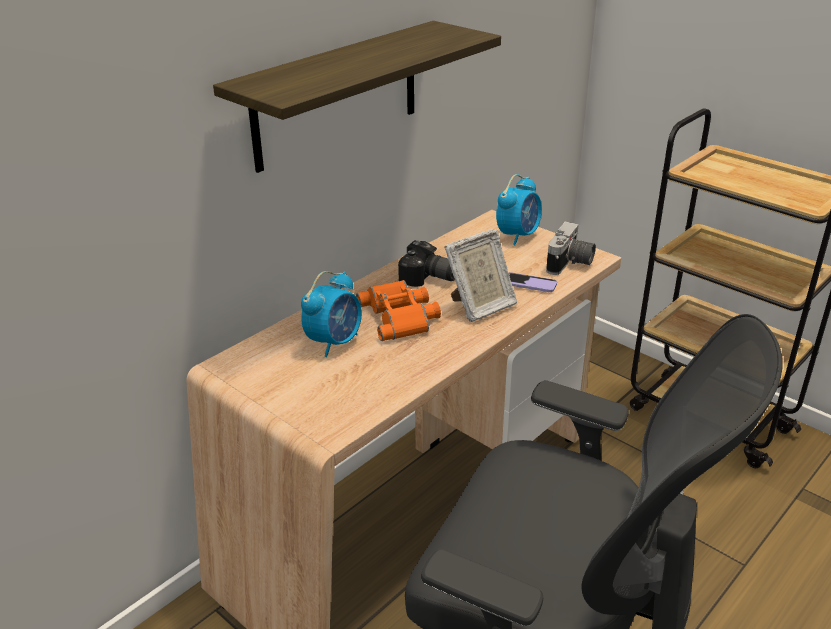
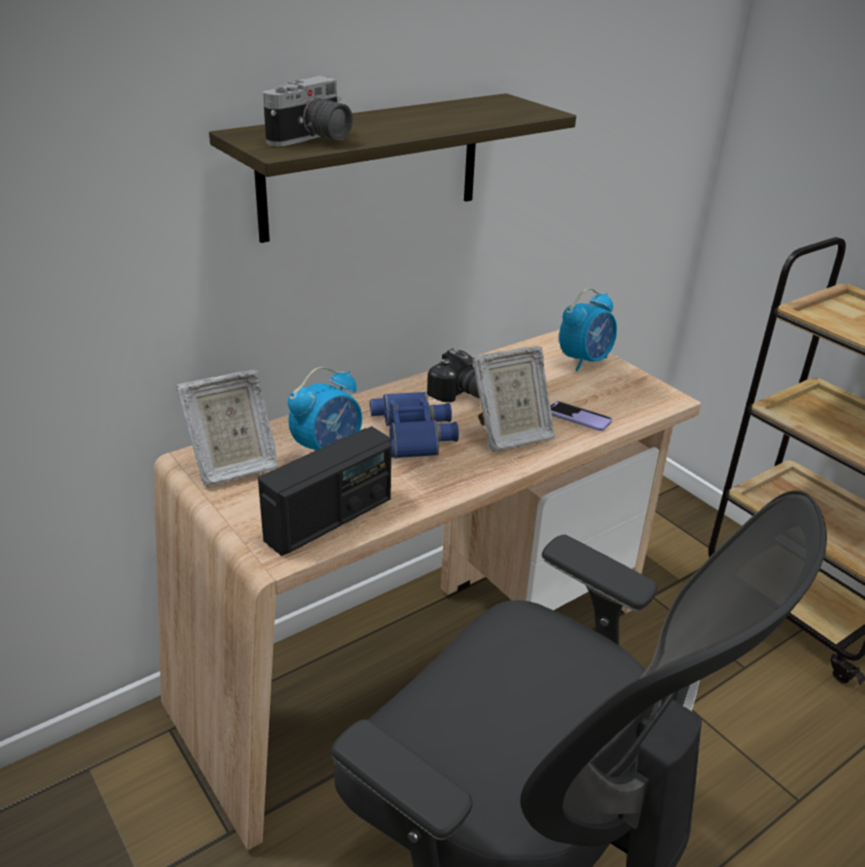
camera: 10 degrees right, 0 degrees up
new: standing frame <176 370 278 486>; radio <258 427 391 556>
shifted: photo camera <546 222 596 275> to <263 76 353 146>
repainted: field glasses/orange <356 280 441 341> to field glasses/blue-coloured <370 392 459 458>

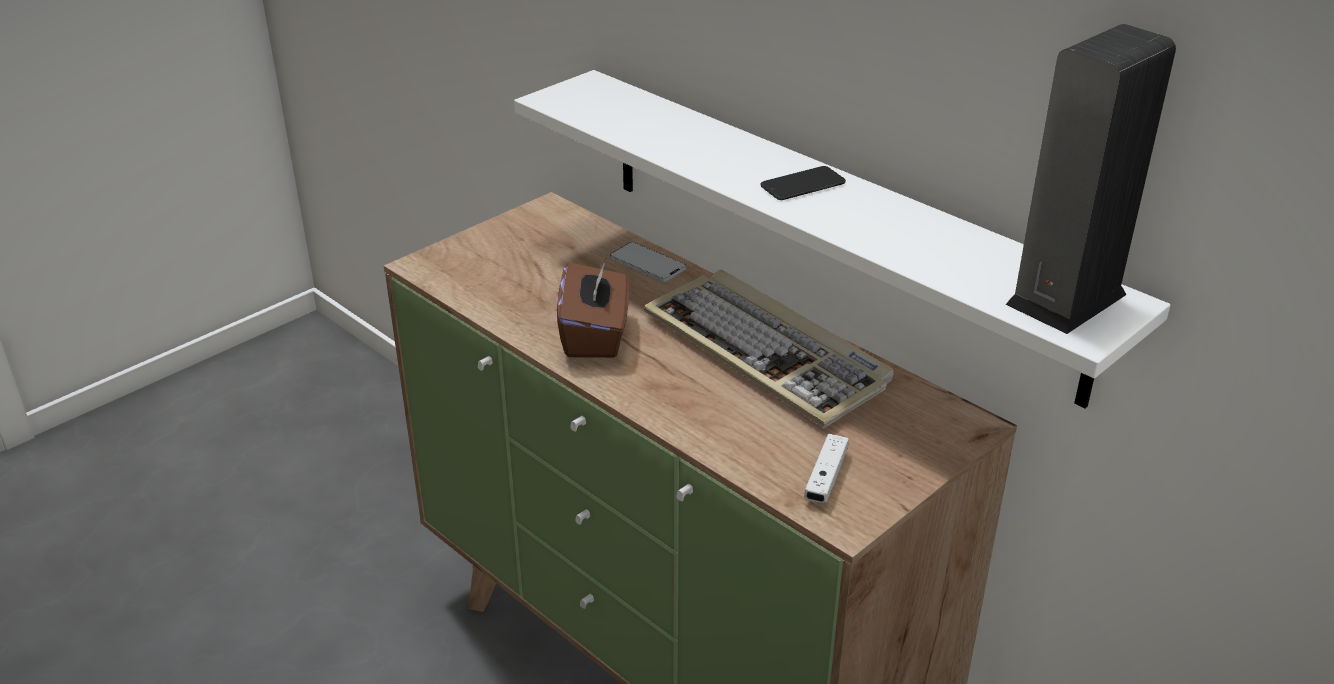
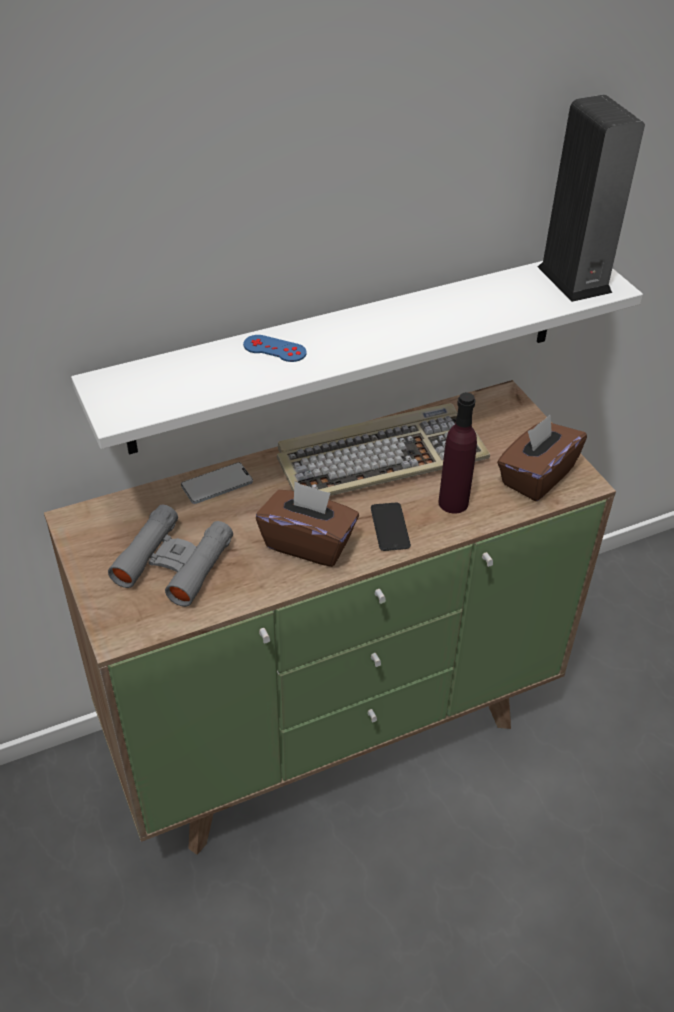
camera: 70 degrees left, 10 degrees up
new: field glasses/greyish <108 505 233 607>; joypad/blue-coloured <243 335 307 362>; drink bottle/purple <438 392 477 514>
shifted: handset <760 166 846 200> to <371 503 411 551>
swapped: joypad/white <804 434 849 503> to tissue holder/brownish <497 415 587 501>

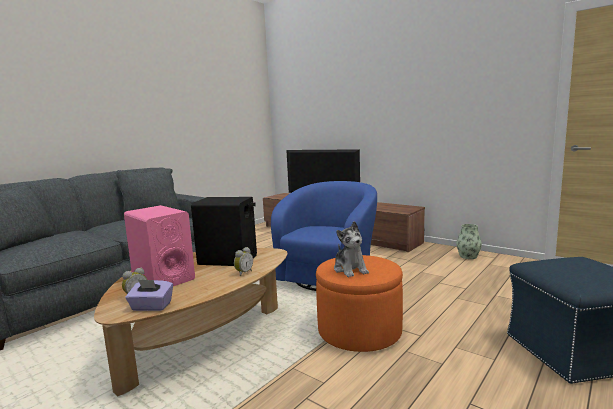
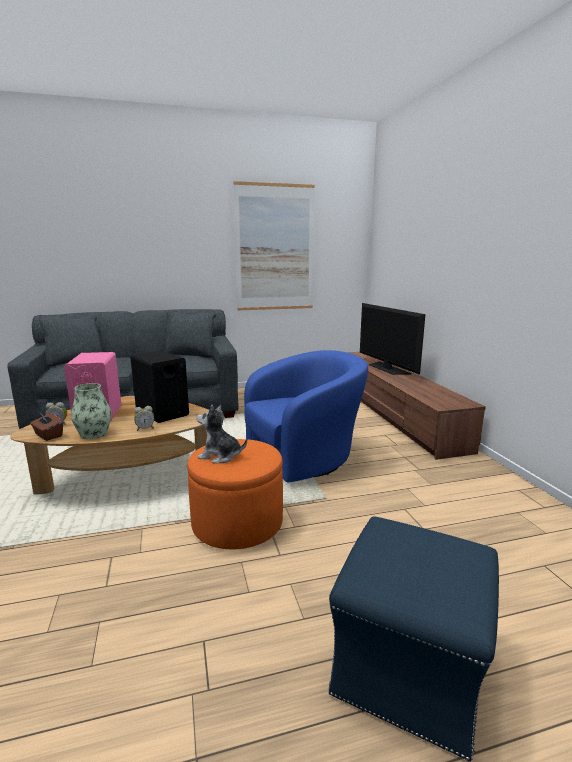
camera: 35 degrees right, 5 degrees up
new: wall picture <233 181 315 310>
shifted: flower vase <456 224 482 259> to <71 383 111 439>
repainted: tissue holder/purple <125 280 173 311> to tissue holder/brownish <30 413 63 441>
rotated: soft toy <334 221 369 277> = <197 404 247 463> 90 degrees clockwise

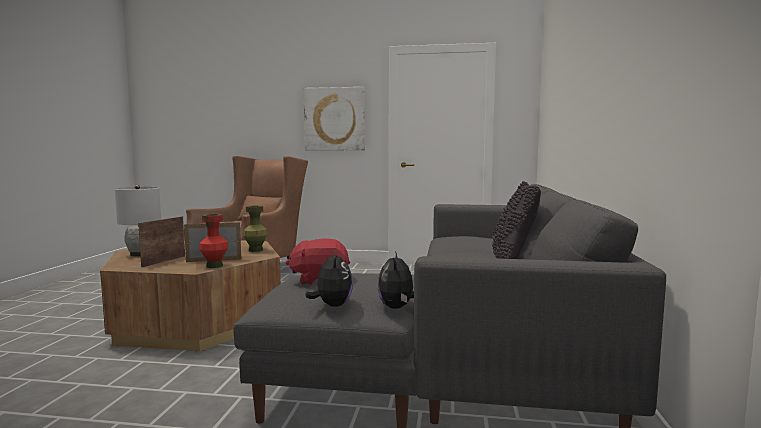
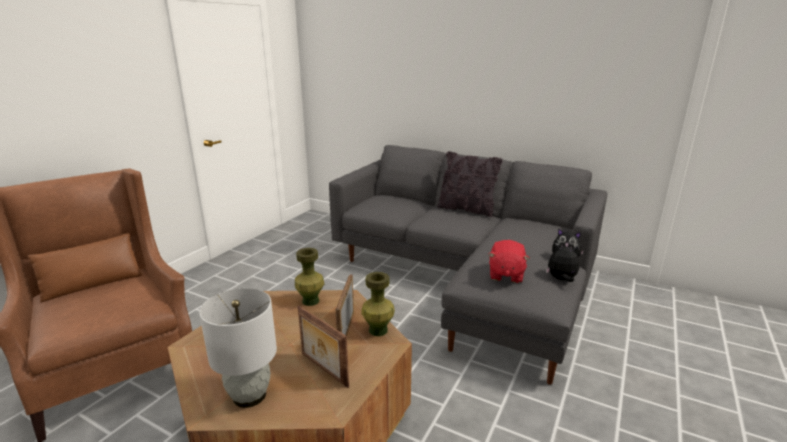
camera: 70 degrees left, 15 degrees up
gone: wall picture <304 87 365 150>
repainted: flower vase/red-coloured <199 214 228 268> to flower vase/green <361 272 395 336>

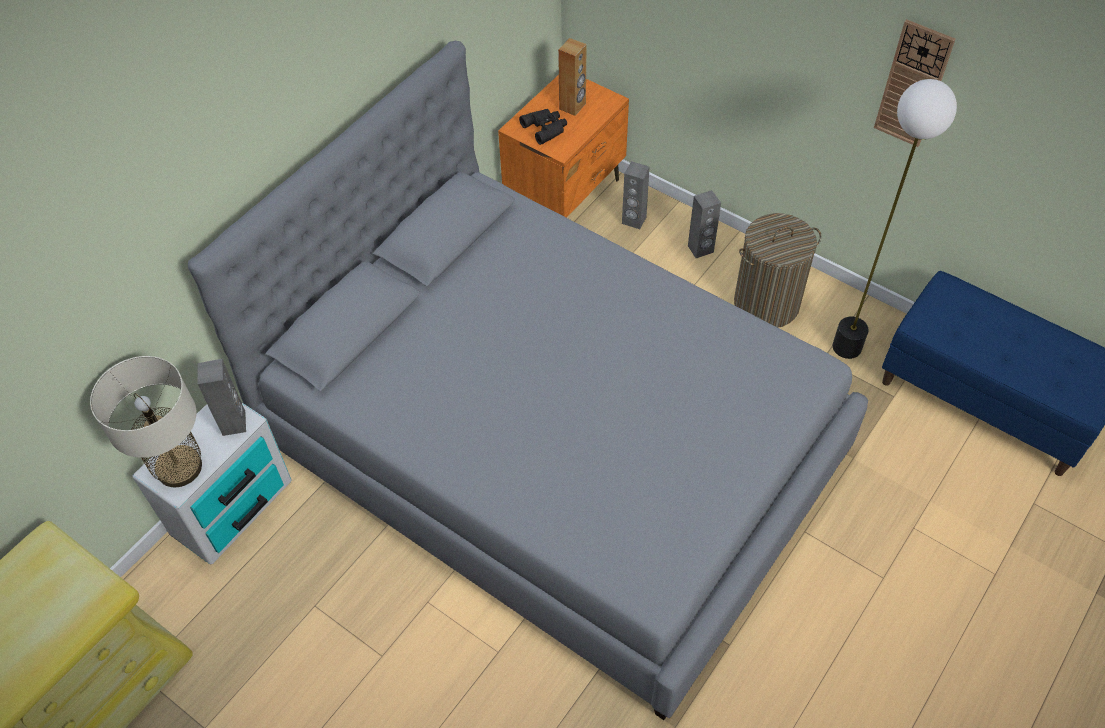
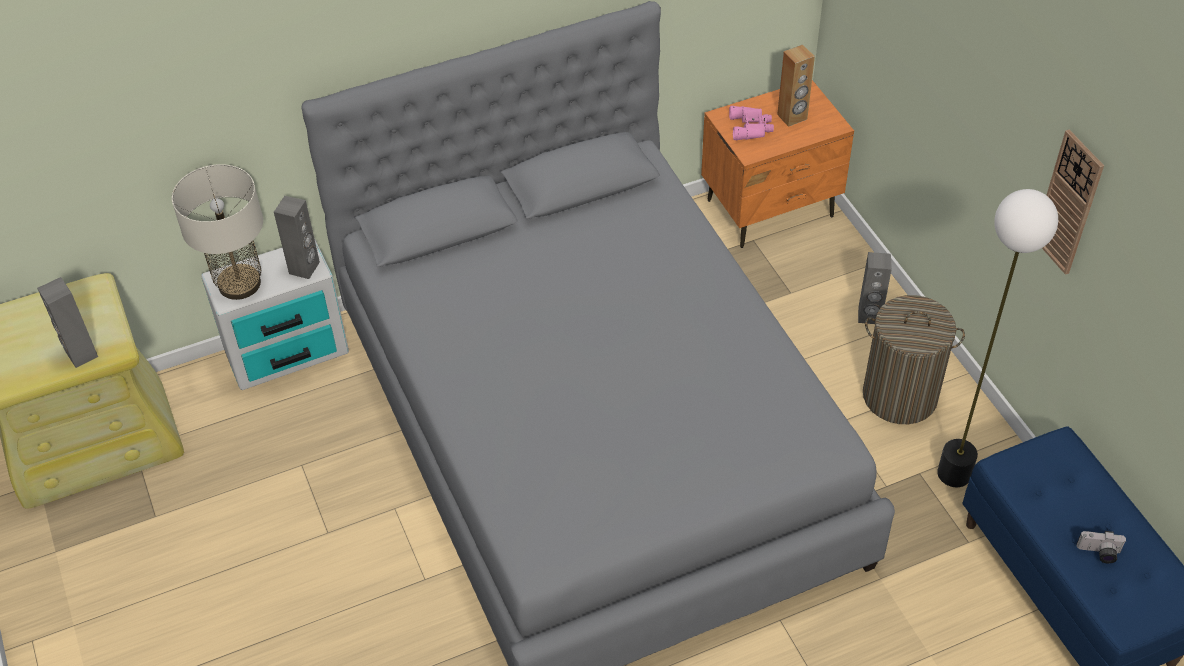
camera: 30 degrees right, 5 degrees down
new: photo camera <1076 531 1127 564>
shifted: speaker/greyish <622 161 650 229> to <37 277 98 368>
repainted: field glasses/black-coloured <519 109 567 145> to field glasses/pink-coloured <729 106 774 140>

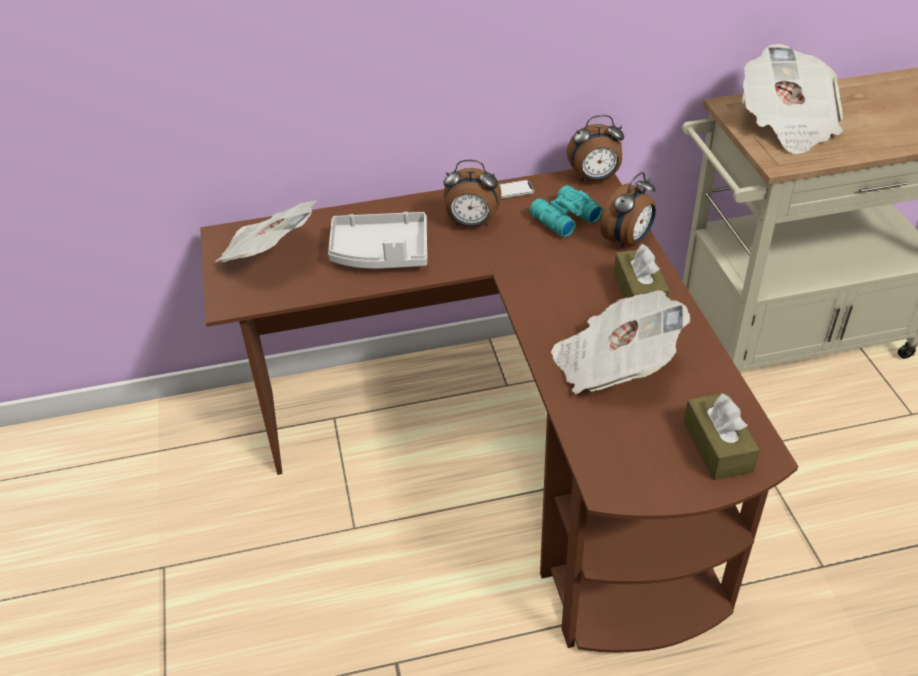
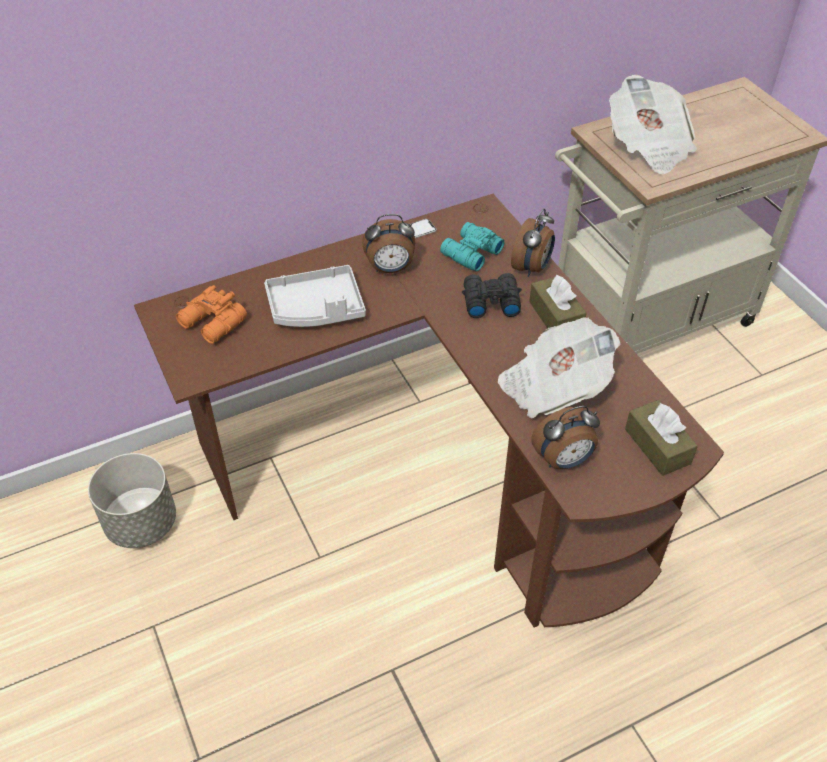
camera: 15 degrees left, 5 degrees up
new: flower pot/greyish <88 453 176 548>; field glasses/black-coloured <462 273 522 318>
shifted: table clock <567 115 624 182> to <531 406 600 469>
swapped: printed paper <215 200 317 262> to field glasses/orange <176 285 247 344>

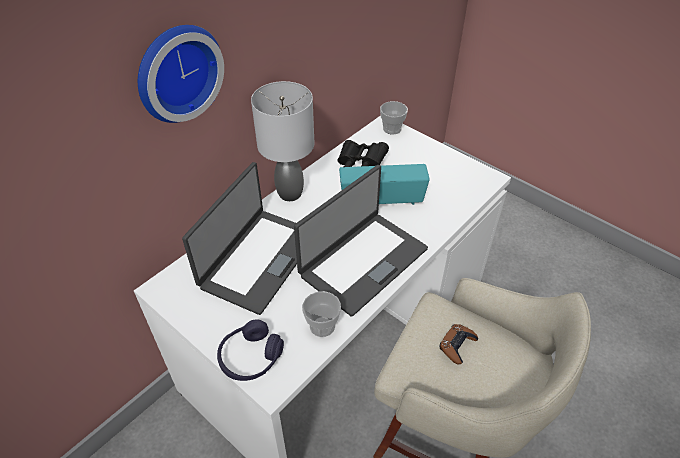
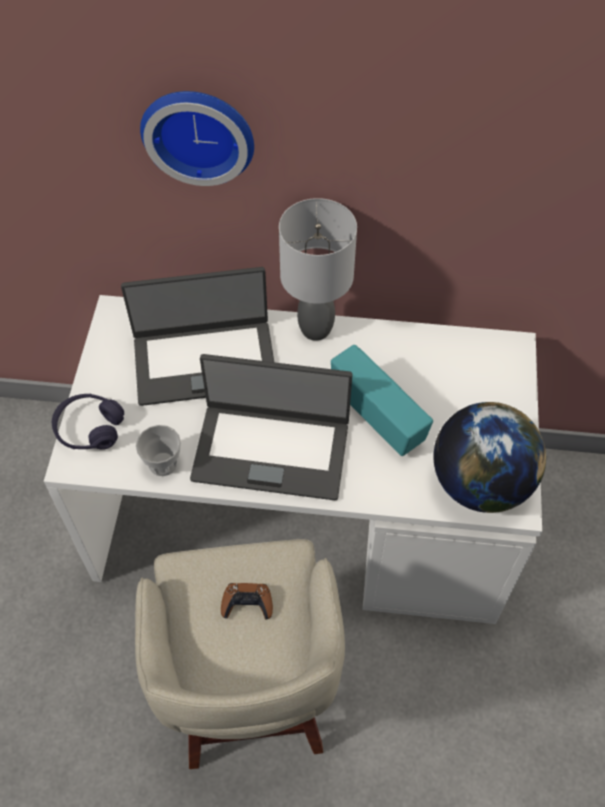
camera: 55 degrees right, 10 degrees up
gone: field glasses/black-coloured <337 140 389 167>; cup <380 101 408 135>
new: world globe <433 402 546 513>

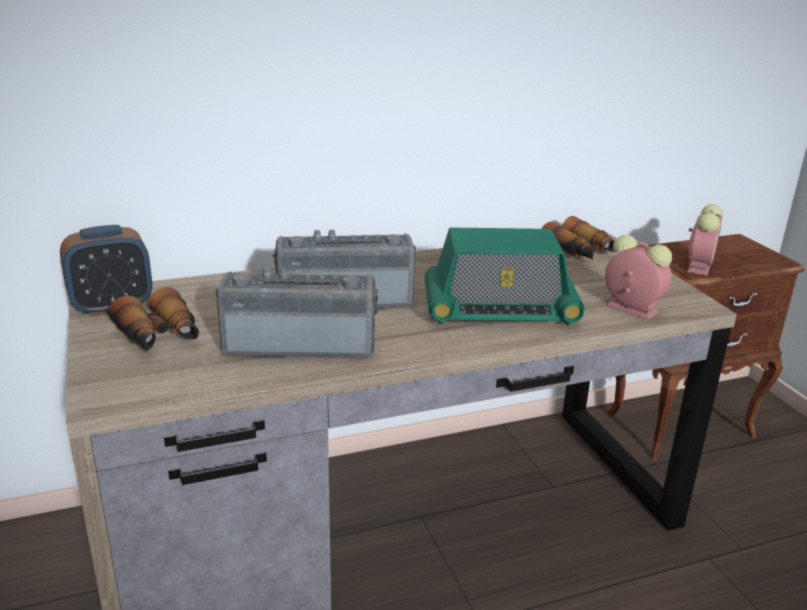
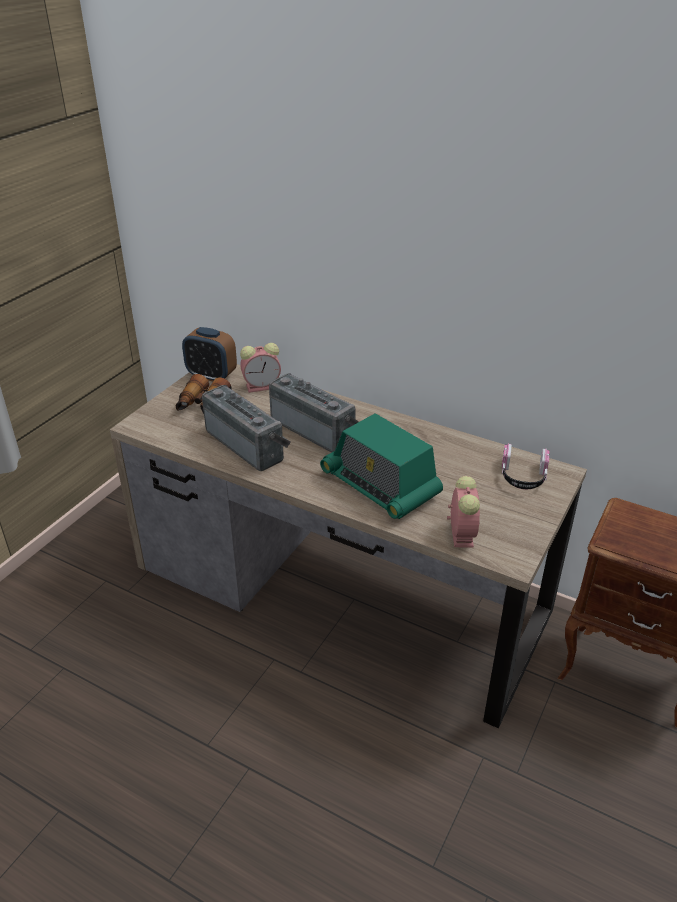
camera: 50 degrees right, 10 degrees up
shifted: table clock <686 204 723 276> to <240 343 281 393>
swapped: field glasses <541 216 618 259> to headphones <502 443 550 489>

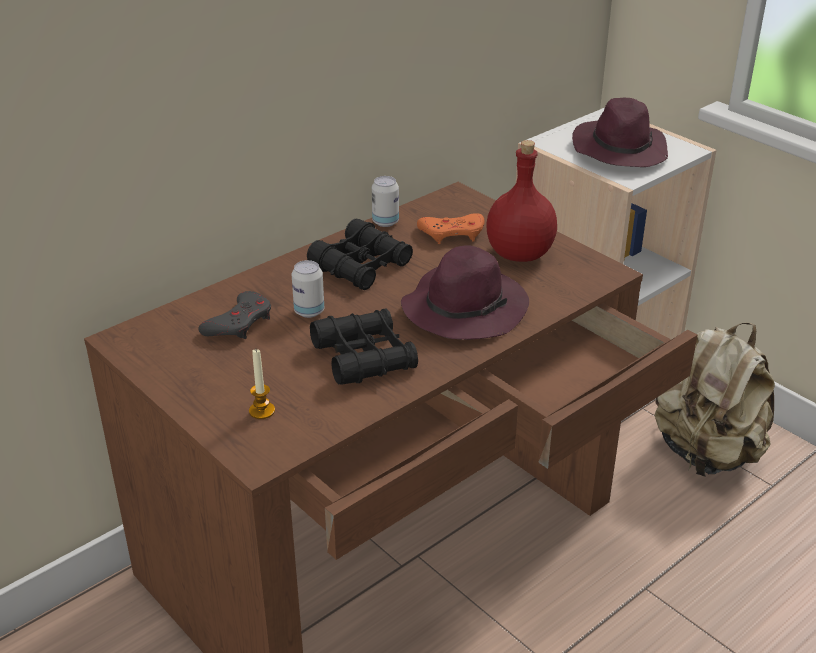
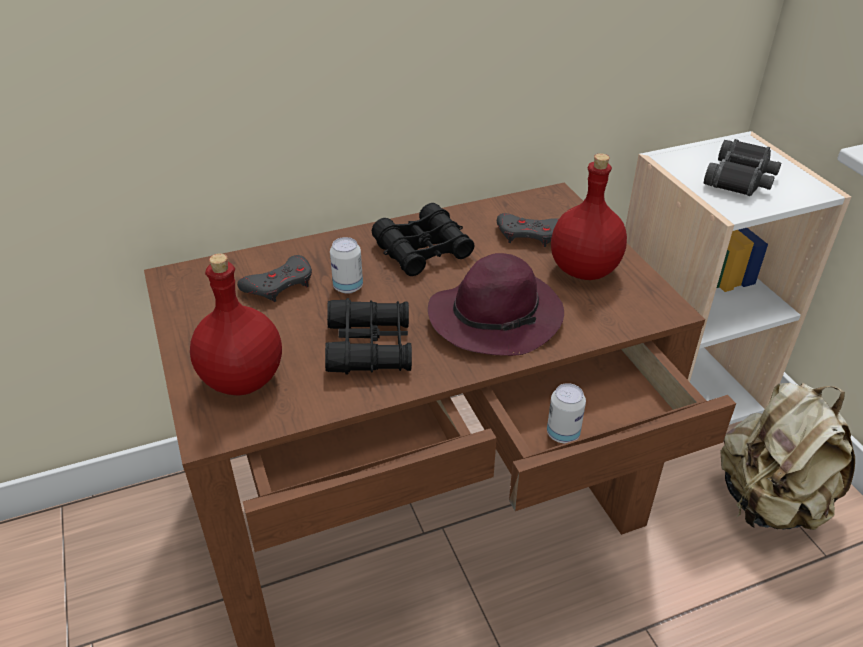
camera: 20 degrees right, 5 degrees up
shifted: metal can <372 176 399 227> to <547 383 586 444>
swapped: wax candle <249 349 275 419> to drink bottle/red-coloured <190 253 282 395>; wearable hat/purple <572 98 668 167> to field glasses/black-coloured <704 139 781 196>
repainted: joypad/orange <417 213 485 244> to joypad/greyish <497 213 559 247>

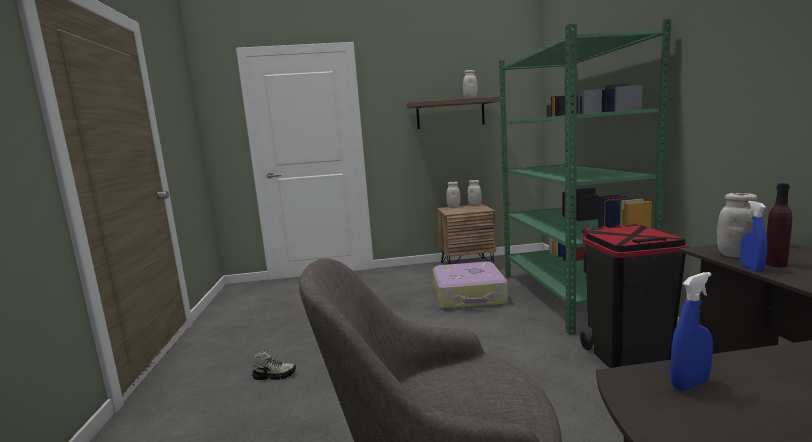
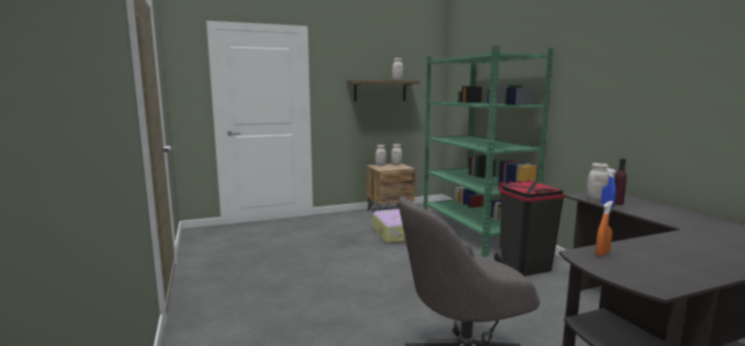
camera: 15 degrees left, 0 degrees up
gone: low shoe <252 349 296 380>
repainted: sprayer/blue-coloured <670 272 713 391> to sprayer/orange <595 201 613 256>

